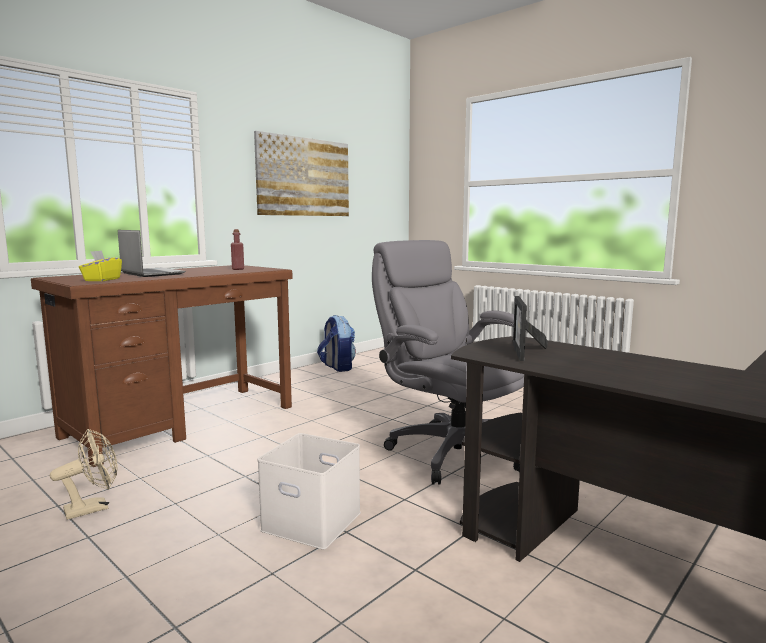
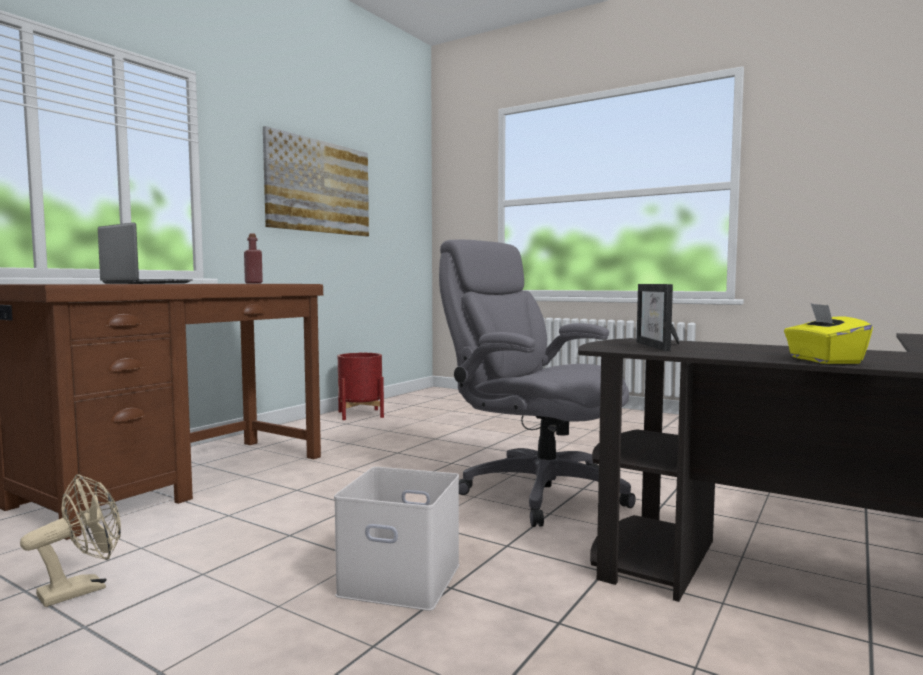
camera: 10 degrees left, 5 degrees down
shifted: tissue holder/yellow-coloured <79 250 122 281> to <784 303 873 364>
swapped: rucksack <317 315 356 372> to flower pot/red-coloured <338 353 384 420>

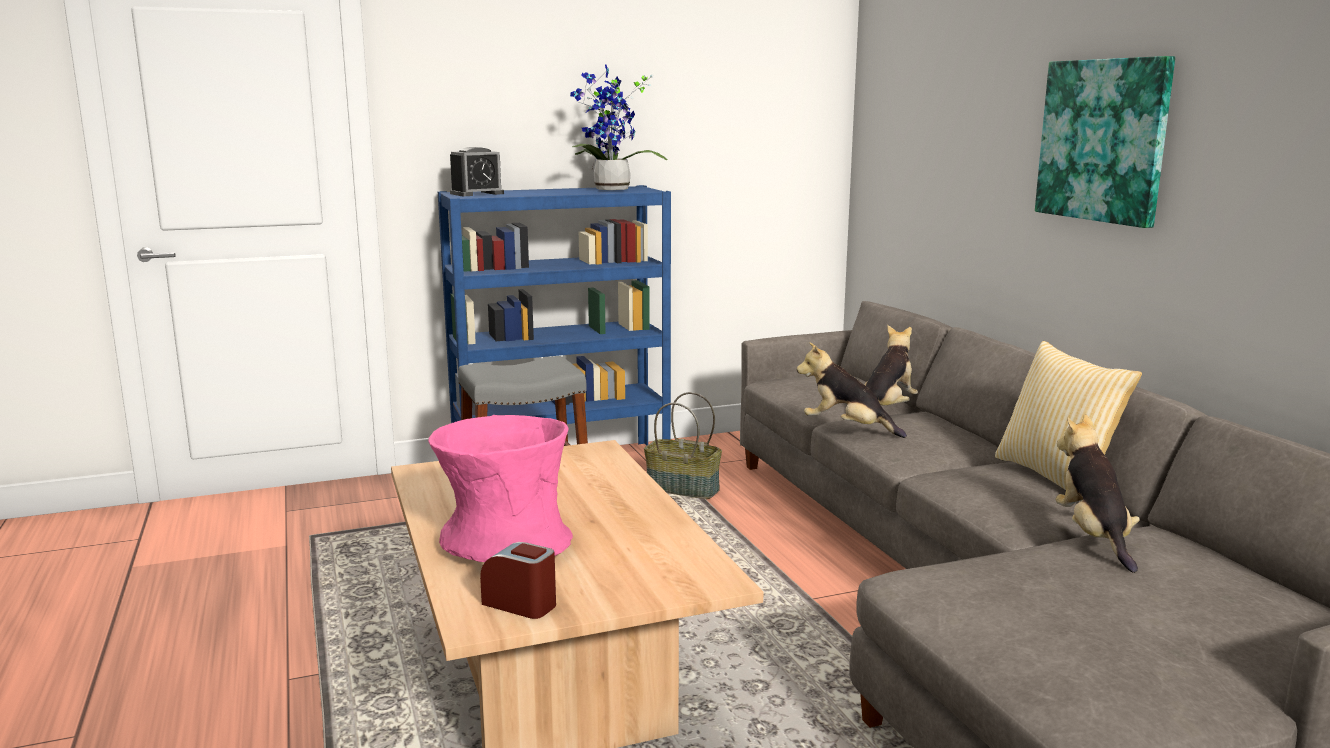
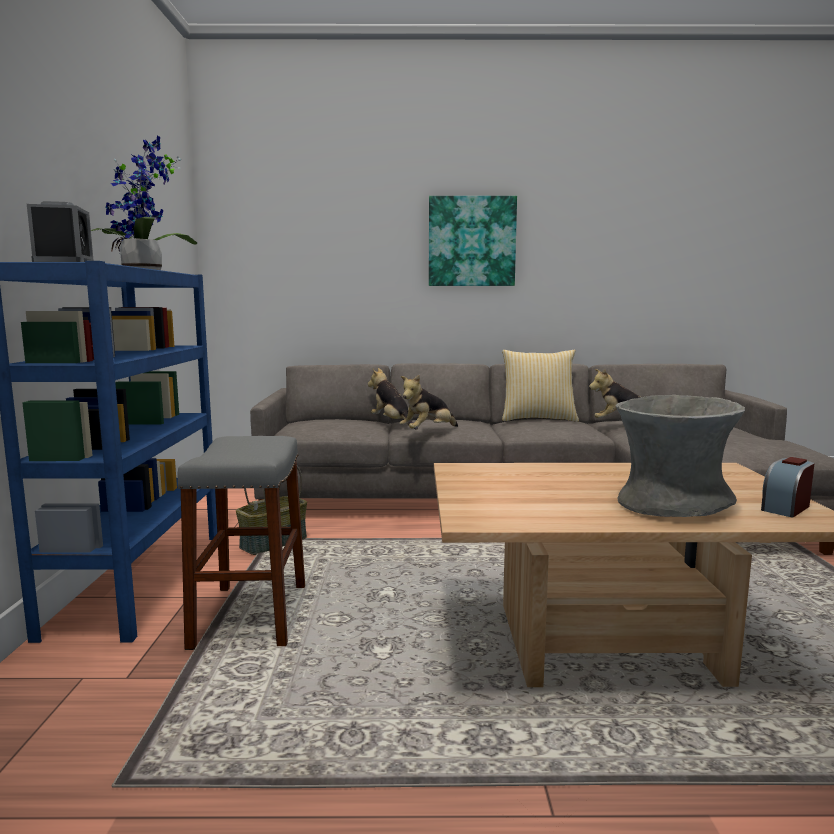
camera: 70 degrees left, 5 degrees down
repainted: flower vase/pink-coloured <428 415 573 562> to flower vase/greyish <616 395 745 517>

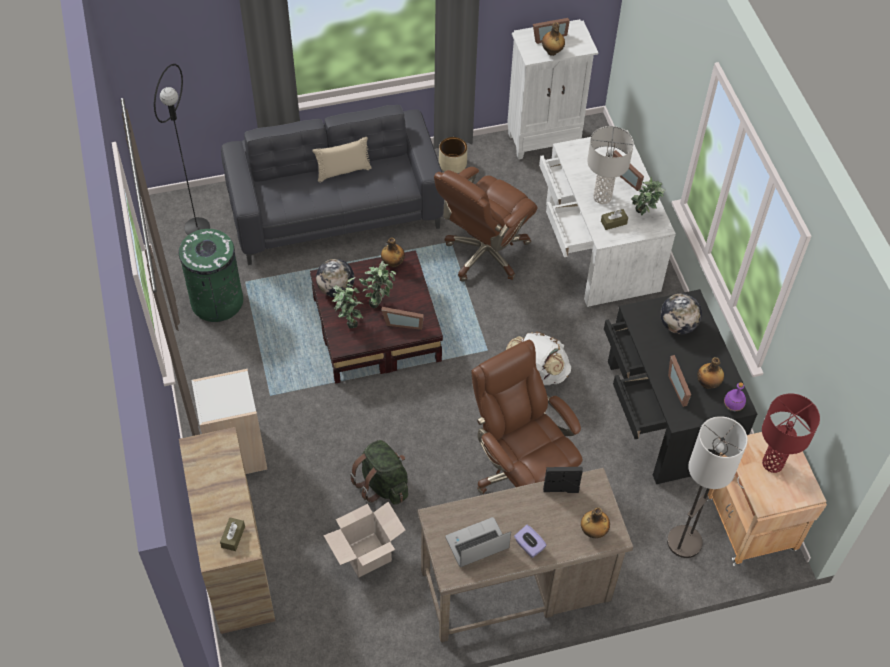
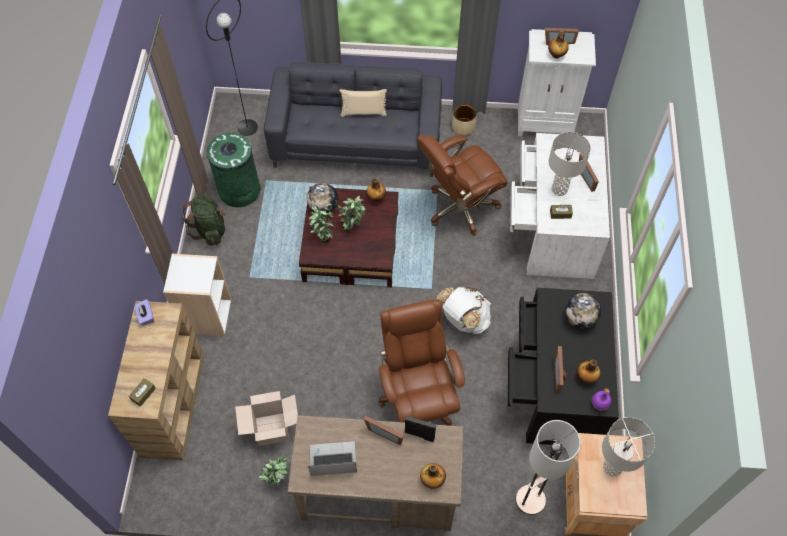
camera: 20 degrees right, 5 degrees up
shifted: rucksack/green <350 440 408 505> to <182 195 226 246>; standing frame <381 307 424 330> to <364 415 404 445>; tissue holder/purple <514 524 547 558> to <134 299 154 325>; potted plant <631 178 666 216> to <259 455 288 485>
repainted: lamp for a table/red-coloured <762 393 820 473> to lamp for a table/white <602 417 655 476>

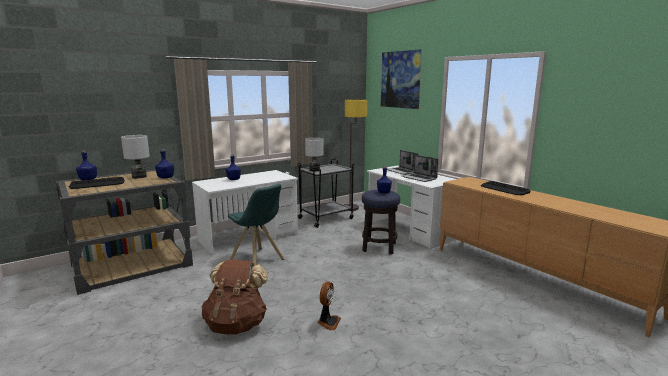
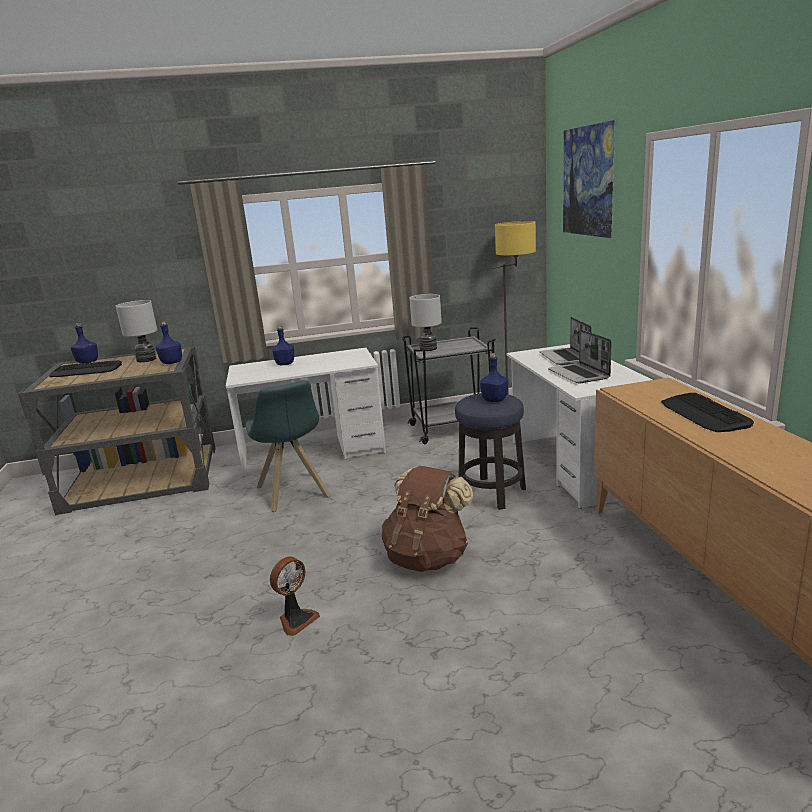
camera: 25 degrees right, 5 degrees up
shifted: rucksack/brownish <202 259 268 335> to <382 466 473 572>

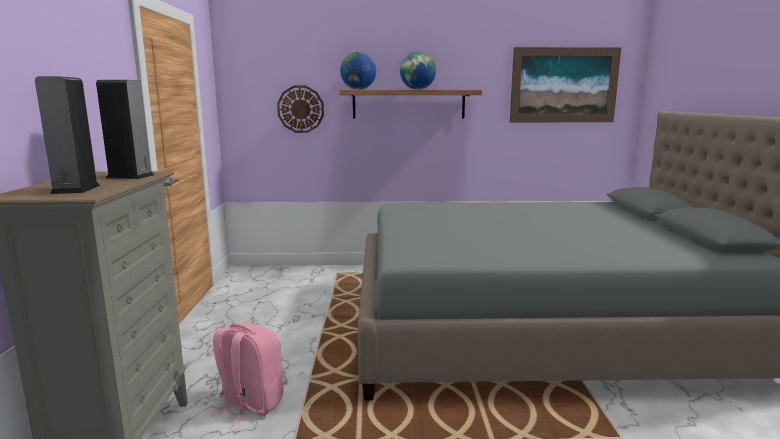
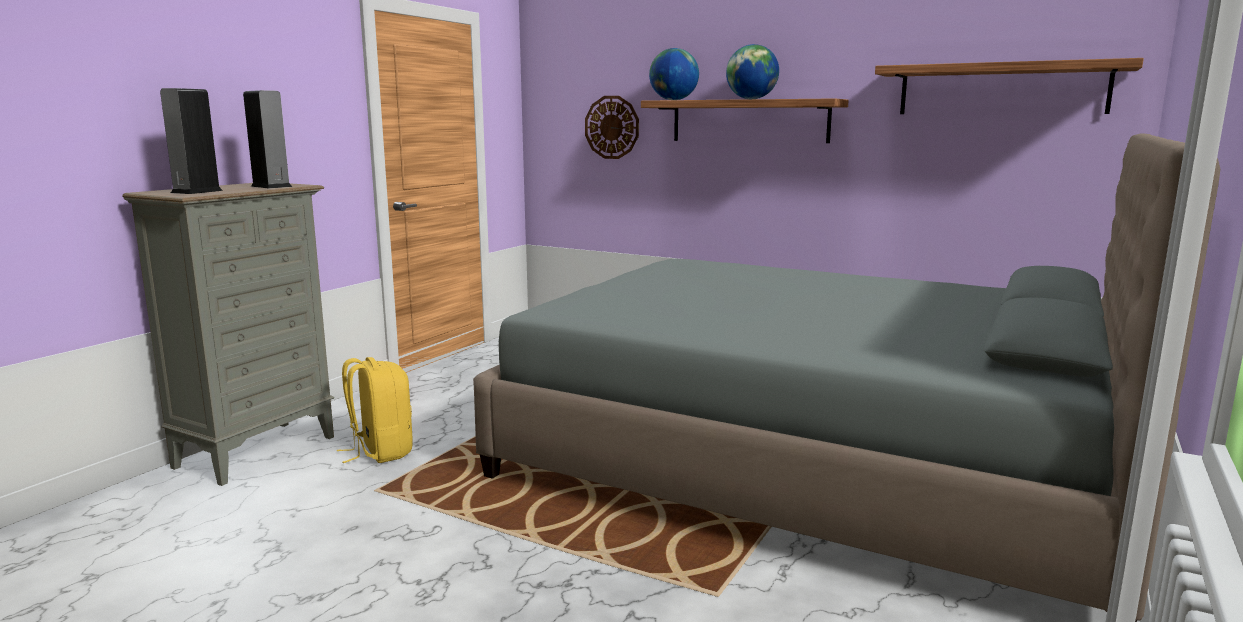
camera: 30 degrees right, 0 degrees up
swapped: wall picture <510 47 621 122> to wall shelf <875 58 1144 114>
repainted: rucksack/pink-coloured <211 323 284 426> to rucksack/yellow-coloured <337 357 413 463>

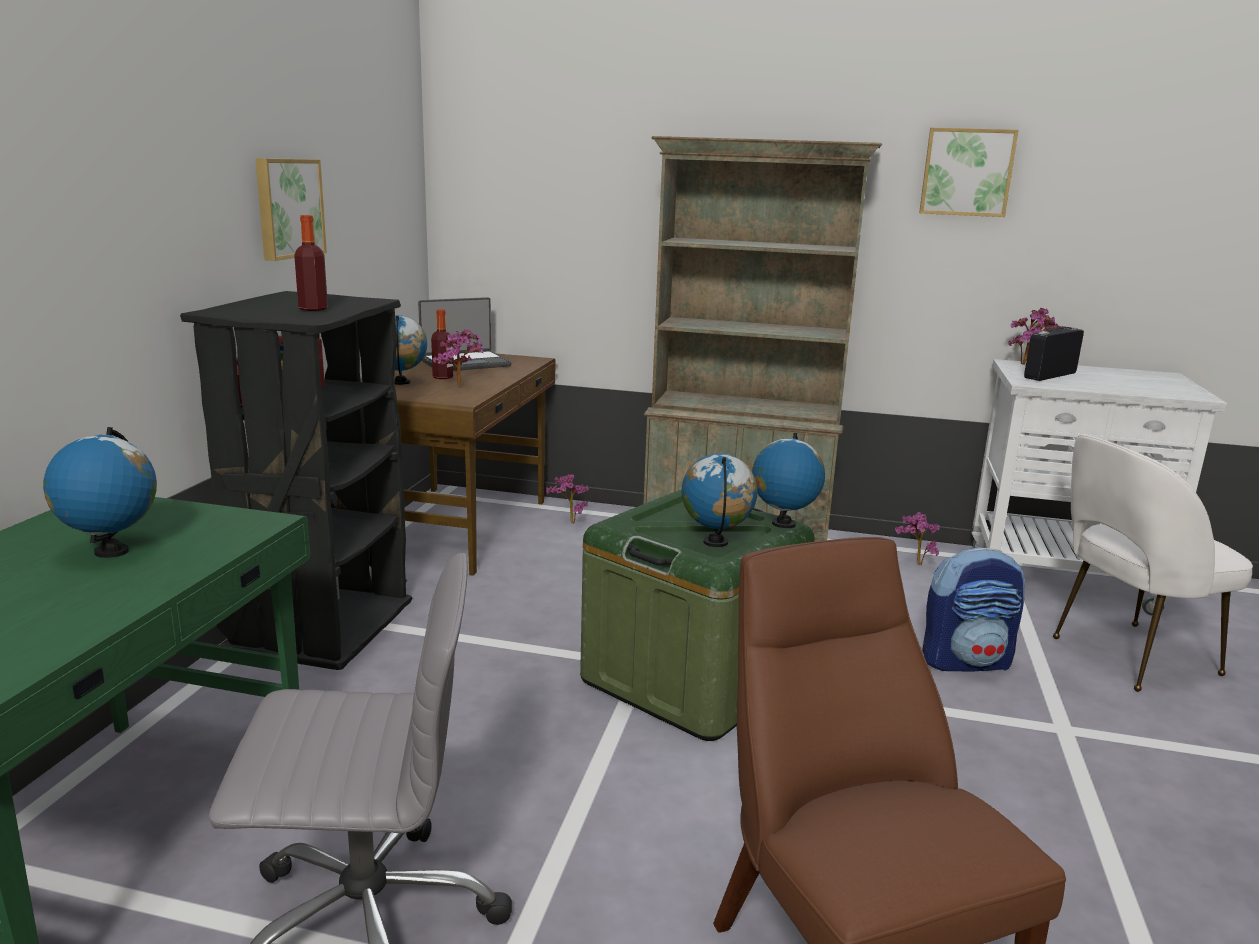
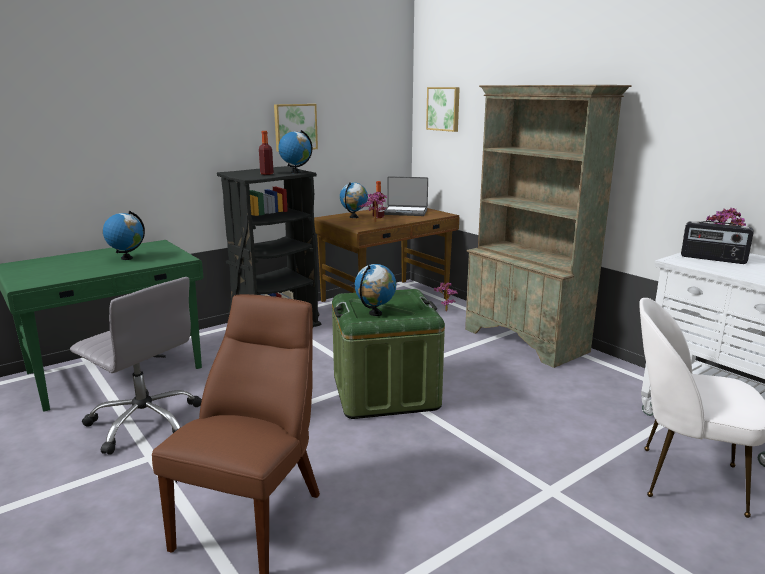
camera: 40 degrees right, 0 degrees up
gone: potted plant <895 512 940 565>; rucksack <922 547 1025 671>
shifted: world globe <752 433 825 528> to <278 130 312 173>; wall picture <919 128 1019 217> to <426 87 460 132>
rotated: radio <1024 326 1084 381> = <681 221 754 264> 150 degrees counterclockwise

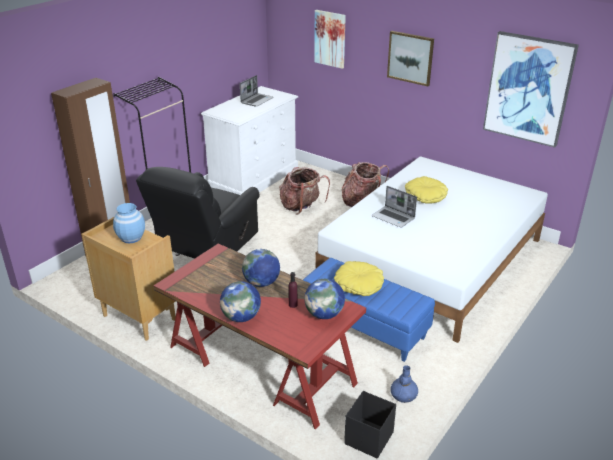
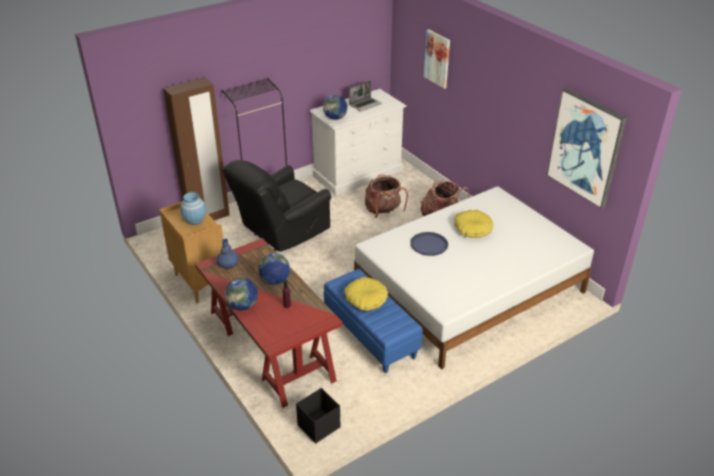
camera: 20 degrees right, 5 degrees up
gone: wall picture <387 31 434 86>
shifted: world globe <304 279 345 319> to <323 95 347 120>; flower vase/blue-coloured <391 365 418 403> to <216 239 239 269>
swapped: laptop <372 186 417 228> to tray/blue-coloured <410 232 448 256>

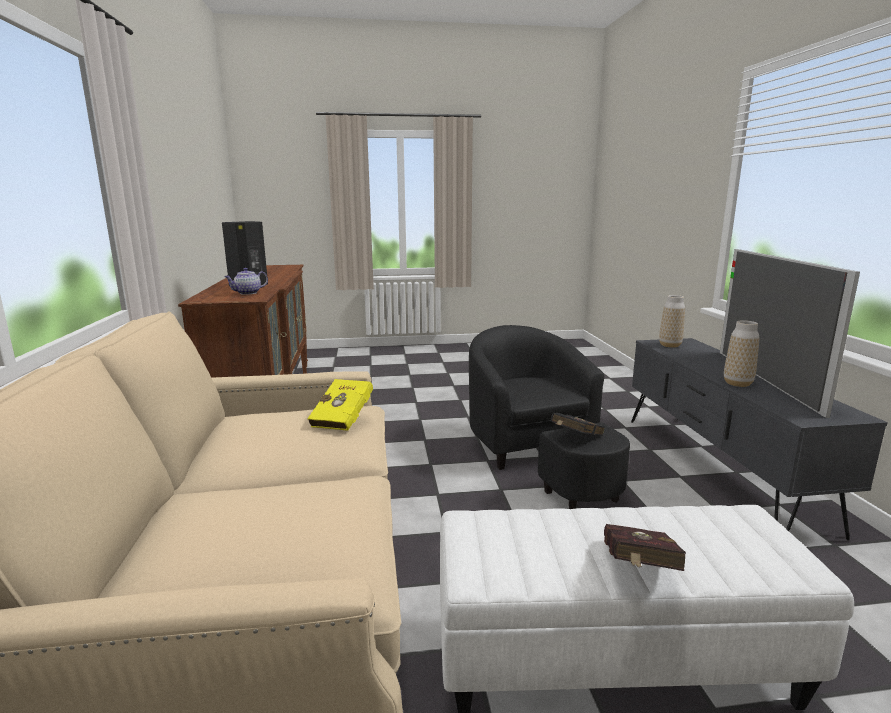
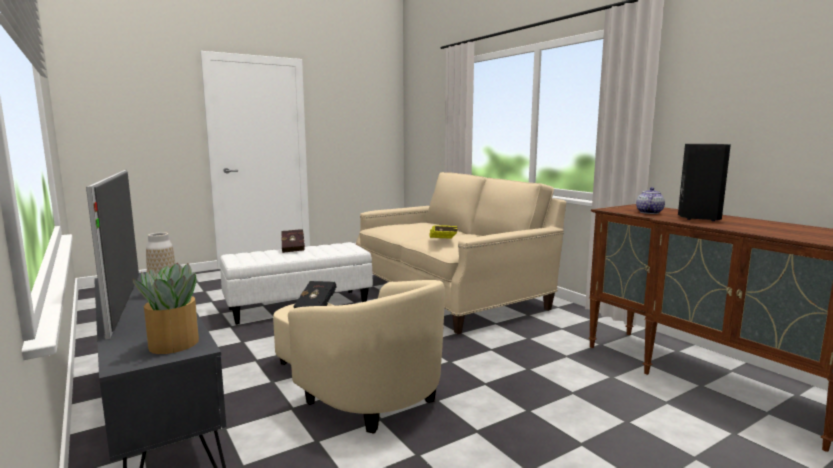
camera: 155 degrees right, 5 degrees down
swapped: flower vase <659 295 685 348> to potted plant <133 263 199 354>
repainted: easy chair/black-coloured <469 325 630 509> to easy chair/beige-coloured <273 280 445 434>

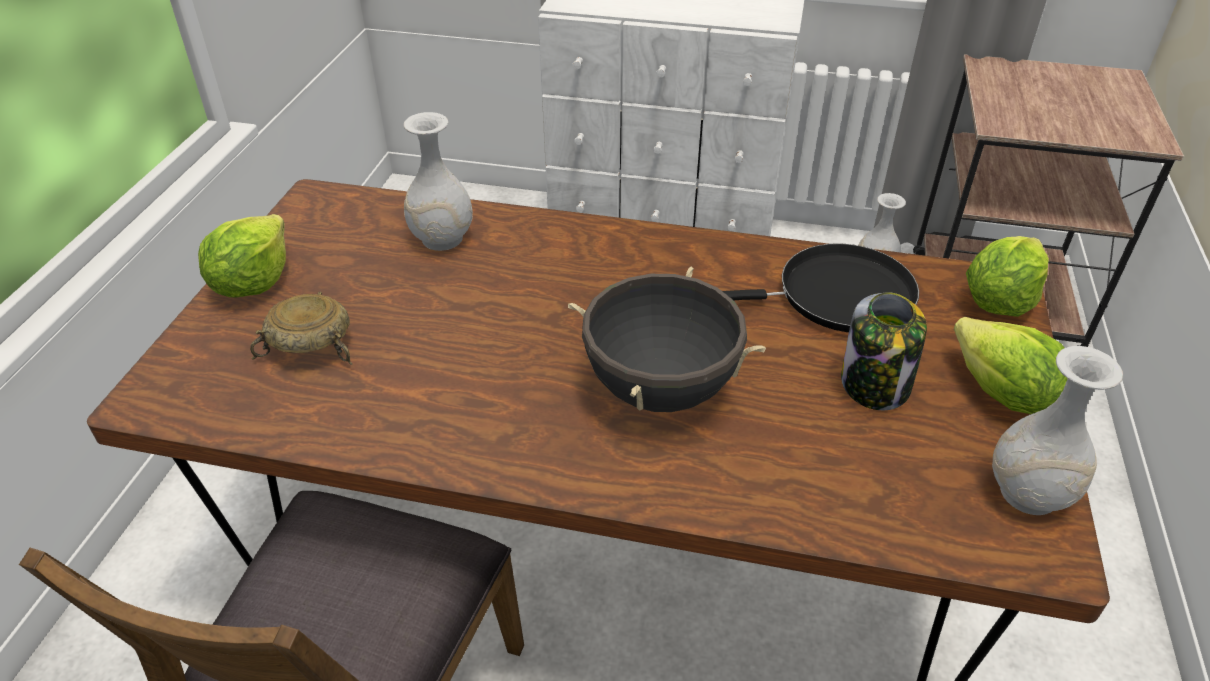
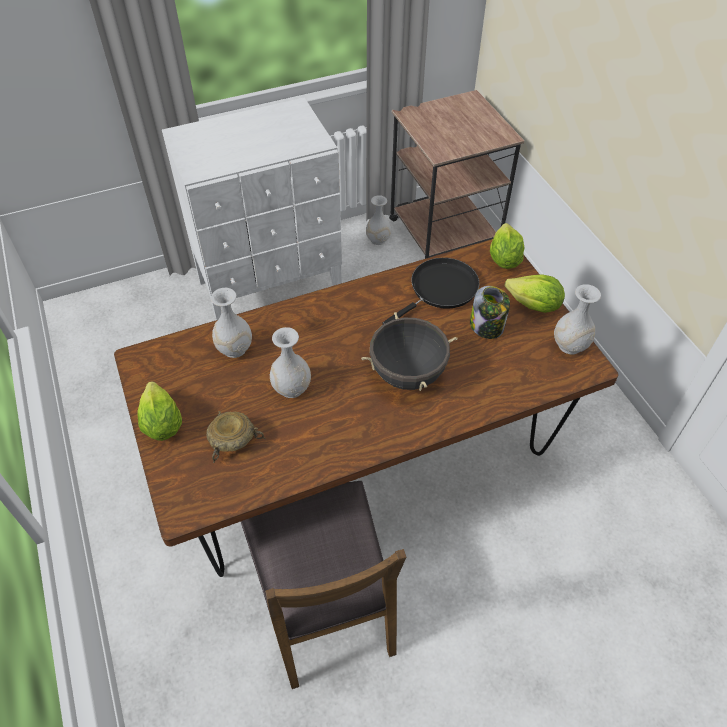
camera: 35 degrees left, 10 degrees up
new: flower vase/white <270 327 311 398>

